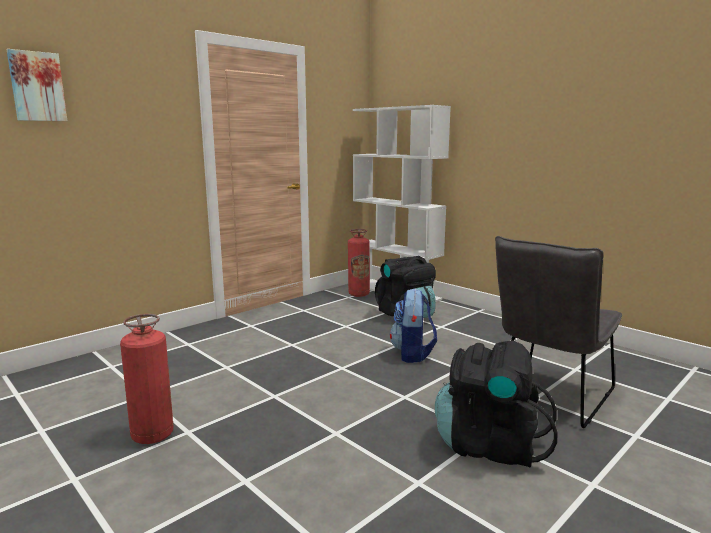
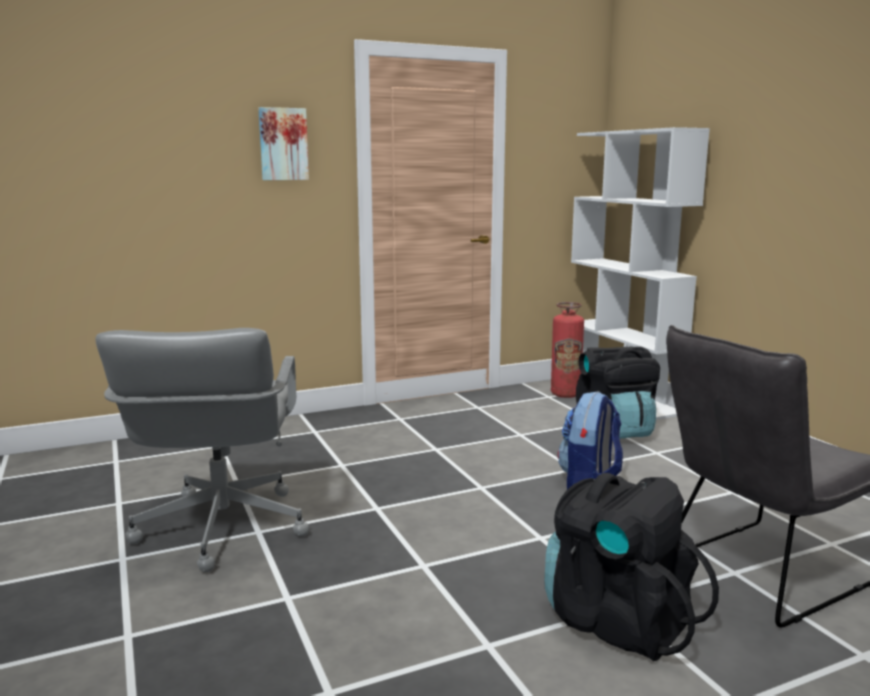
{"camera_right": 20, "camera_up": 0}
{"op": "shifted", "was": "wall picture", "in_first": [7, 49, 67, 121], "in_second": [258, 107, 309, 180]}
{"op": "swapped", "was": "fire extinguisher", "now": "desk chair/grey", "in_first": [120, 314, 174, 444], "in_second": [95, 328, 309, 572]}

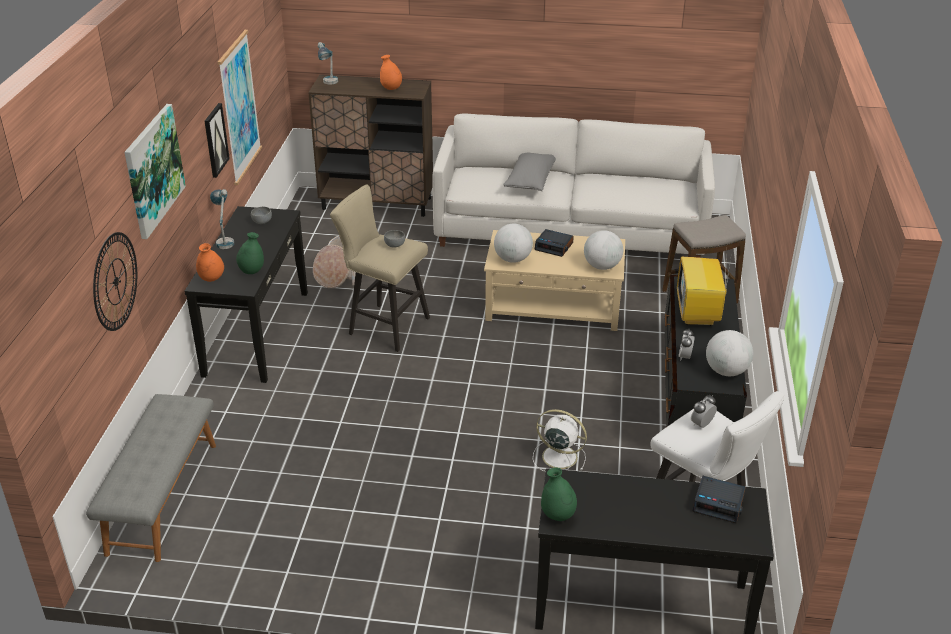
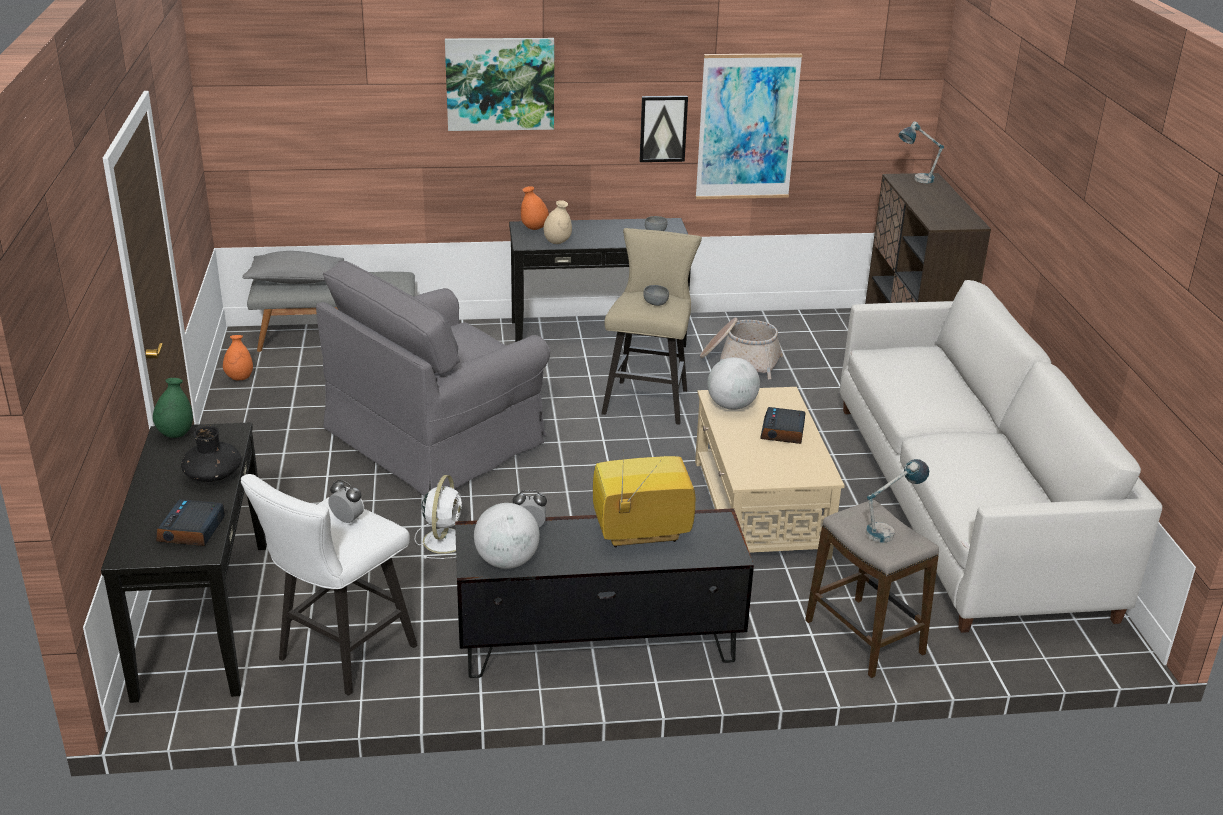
{"camera_right": 75, "camera_up": -5}
{"op": "shifted", "was": "flower vase/orange-coloured", "in_first": [380, 55, 402, 90], "in_second": [223, 335, 253, 380]}
{"op": "shifted", "was": "throw pillow/grey", "in_first": [503, 153, 556, 191], "in_second": [242, 251, 344, 284]}
{"op": "shifted", "was": "tabletop lamp", "in_first": [210, 189, 234, 249], "in_second": [866, 459, 929, 543]}
{"op": "gone", "was": "world globe", "in_first": [584, 230, 623, 270]}
{"op": "gone", "was": "wall clock", "in_first": [93, 232, 137, 331]}
{"op": "repainted", "was": "flower vase/green", "now": "flower vase/beige", "in_first": [236, 232, 264, 274], "in_second": [544, 200, 572, 244]}
{"op": "new", "now": "armchair/grey", "in_second": [316, 260, 550, 496]}
{"op": "new", "now": "flower vase/black-coloured", "in_second": [181, 426, 242, 482]}

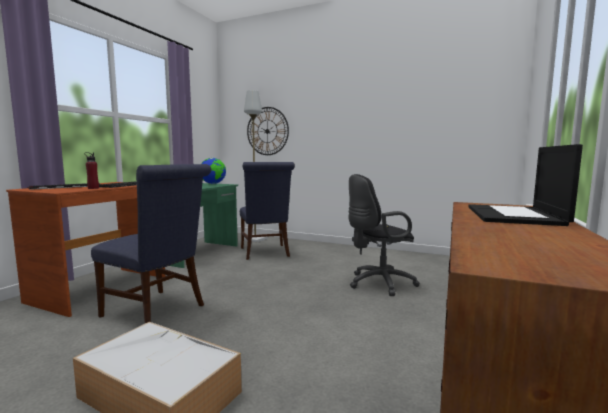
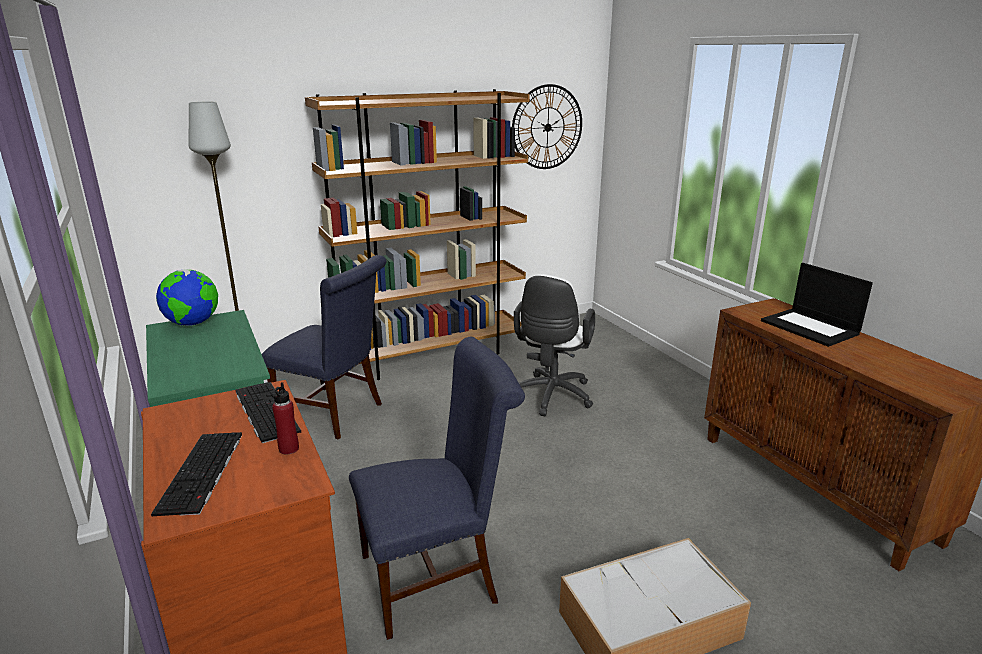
{"camera_right": -50, "camera_up": 15}
{"op": "shifted", "was": "wall clock", "in_first": [247, 107, 289, 155], "in_second": [512, 84, 582, 169]}
{"op": "repainted", "was": "desk chair/black-coloured", "now": "desk chair/whitish", "in_first": [349, 174, 420, 296], "in_second": [514, 274, 595, 416]}
{"op": "new", "now": "bookcase/brown", "in_second": [305, 89, 530, 380]}

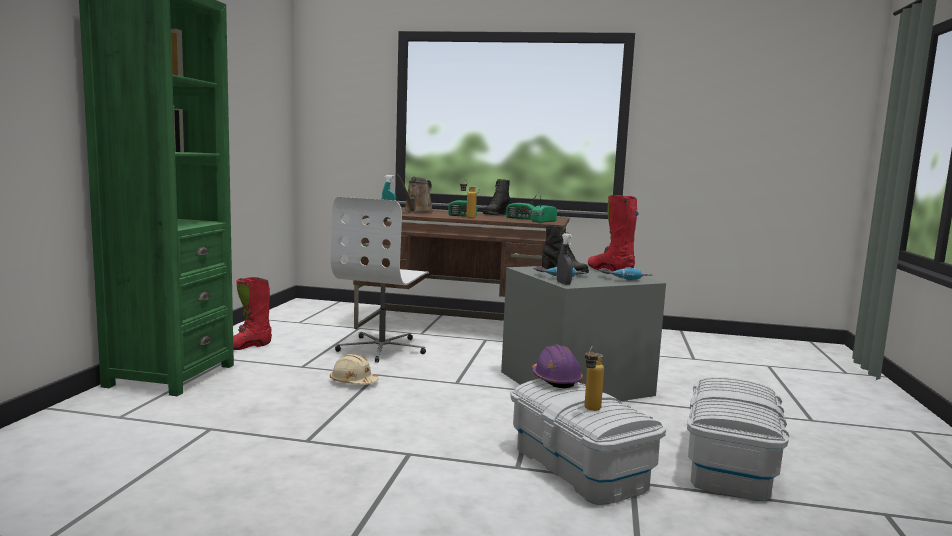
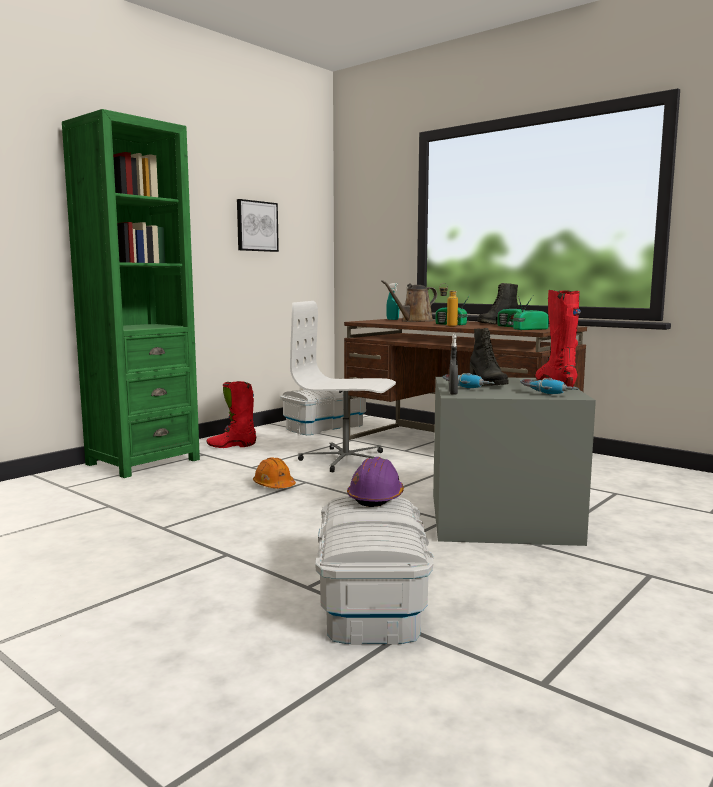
{"camera_right": 30, "camera_up": 0}
{"op": "rotated", "was": "desk chair/whitish", "in_first": [331, 197, 429, 362], "in_second": [290, 301, 396, 472], "clockwise": 60}
{"op": "gone", "was": "beverage bottle", "in_first": [585, 346, 604, 411]}
{"op": "repainted", "was": "work helmet/beige", "now": "work helmet/orange-coloured", "in_first": [330, 354, 379, 385], "in_second": [253, 457, 296, 488]}
{"op": "shifted", "was": "storage bin/whitish", "in_first": [687, 377, 789, 501], "in_second": [280, 389, 366, 435]}
{"op": "new", "now": "wall picture", "in_second": [237, 199, 279, 252]}

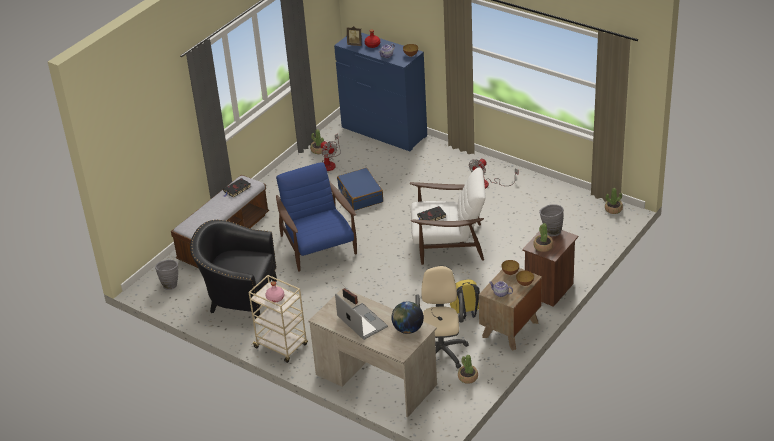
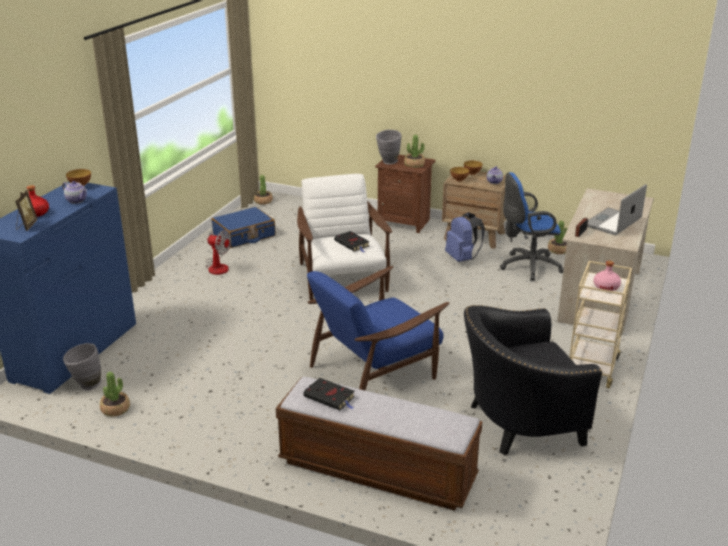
{"camera_right": -105, "camera_up": -10}
{"op": "gone", "was": "cooling fan", "in_first": [320, 134, 341, 171]}
{"op": "shifted", "was": "travel case/bluish", "in_first": [337, 168, 383, 211], "in_second": [212, 207, 276, 248]}
{"op": "rotated", "was": "armchair/black-coloured", "in_first": [190, 219, 277, 319], "in_second": [464, 305, 602, 455], "clockwise": 75}
{"op": "shifted", "was": "flower vase/grey", "in_first": [155, 260, 178, 290], "in_second": [63, 343, 101, 390]}
{"op": "repainted", "was": "desk chair/beige", "now": "desk chair/bluish", "in_first": [416, 266, 469, 368], "in_second": [500, 172, 564, 281]}
{"op": "repainted", "was": "backpack/yellow-coloured", "now": "backpack/bluish", "in_first": [450, 279, 480, 319], "in_second": [445, 212, 485, 262]}
{"op": "gone", "was": "world globe", "in_first": [391, 301, 424, 334]}

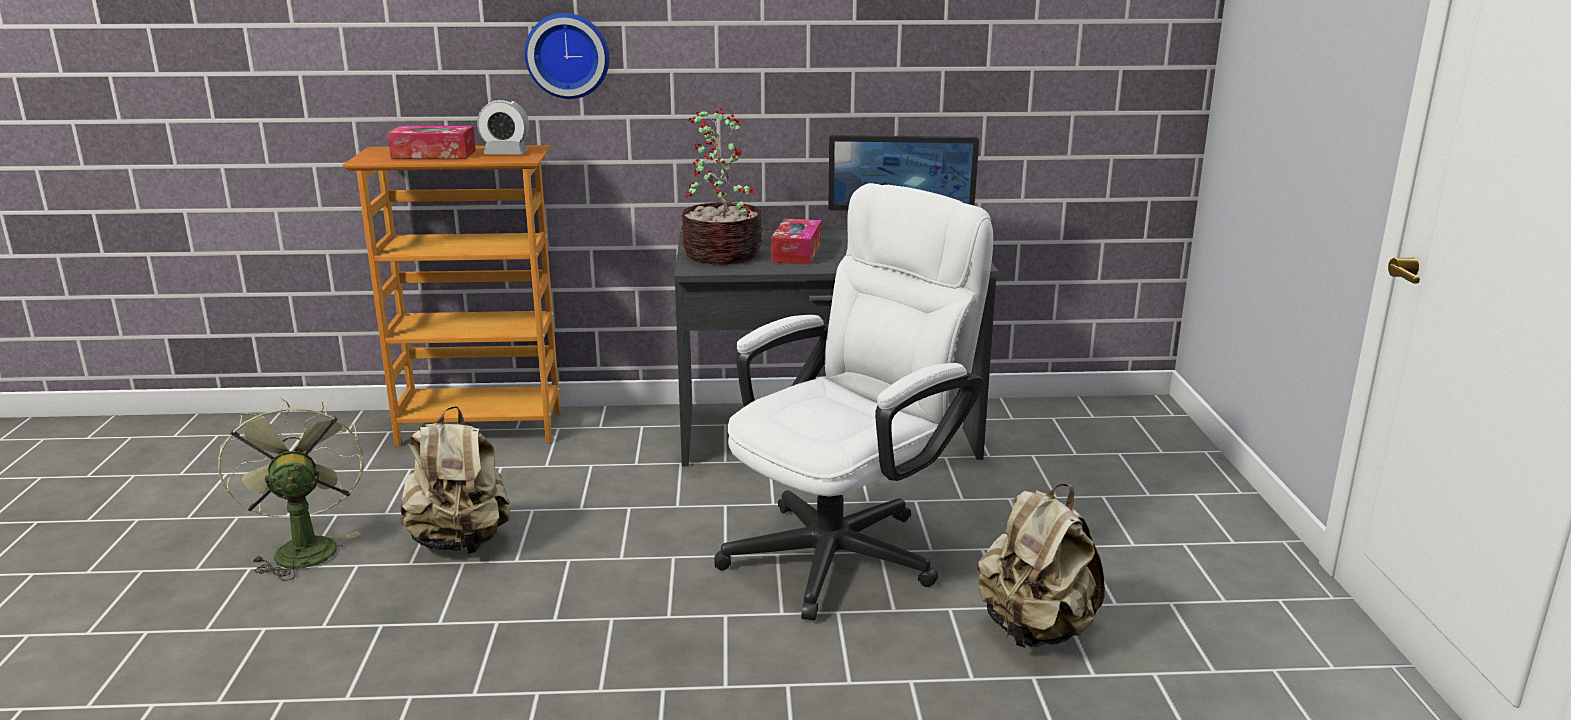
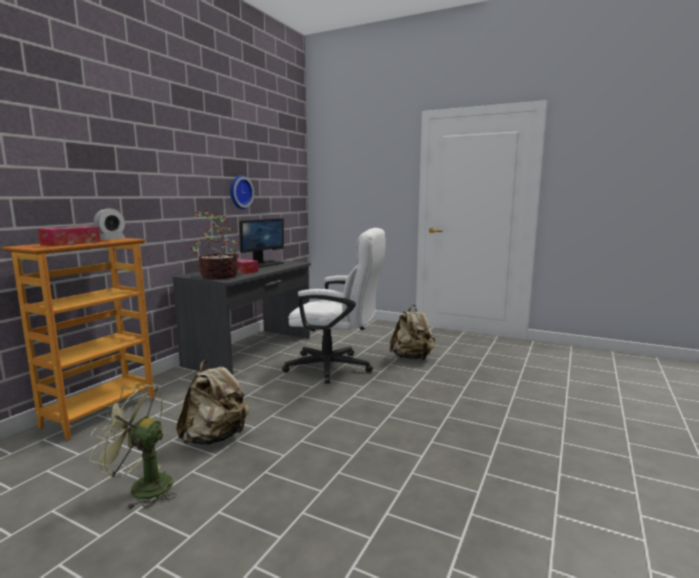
{"camera_right": -60, "camera_up": -10}
{"op": "shifted", "was": "wall clock", "in_first": [525, 13, 609, 99], "in_second": [230, 175, 254, 209]}
{"op": "rotated", "was": "desk chair/whitish", "in_first": [714, 183, 993, 620], "in_second": [282, 228, 386, 384], "clockwise": 120}

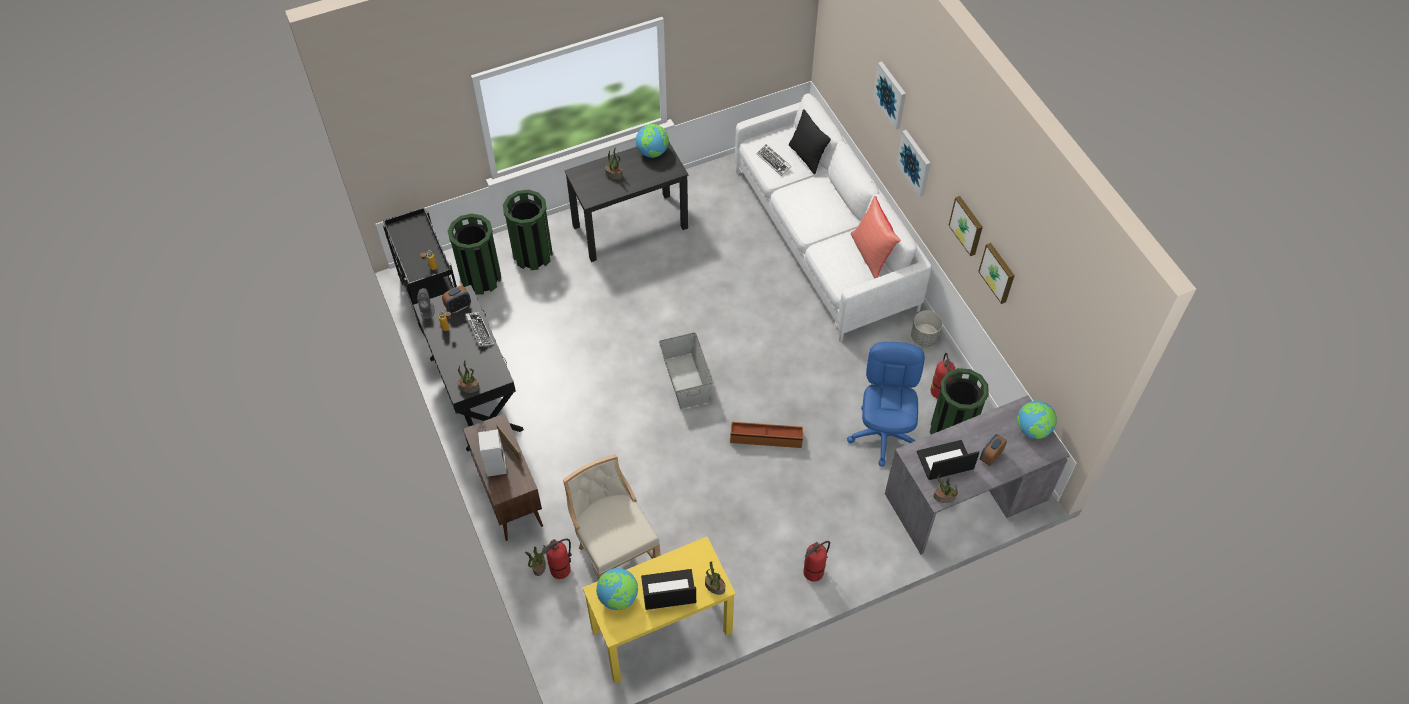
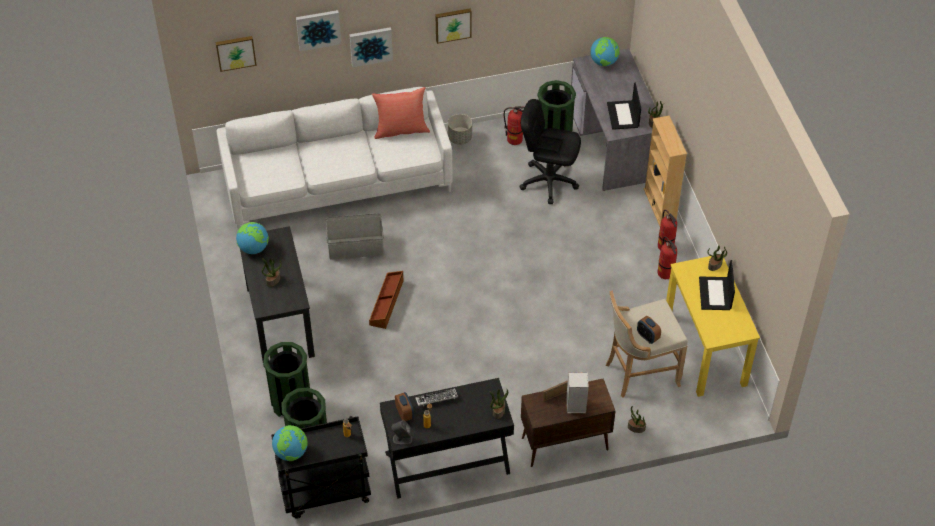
{"camera_right": -80, "camera_up": -5}
{"op": "gone", "was": "throw pillow/black-coloured", "in_first": [789, 109, 831, 174]}
{"op": "gone", "was": "computer keyboard", "in_first": [756, 144, 791, 176]}
{"op": "shifted", "was": "wall picture", "in_first": [978, 243, 1015, 304], "in_second": [216, 36, 257, 72]}
{"op": "shifted", "was": "storage bin/grey", "in_first": [659, 332, 713, 409], "in_second": [326, 213, 384, 260]}
{"op": "repainted", "was": "desk chair/bluish", "now": "desk chair/black-coloured", "in_first": [847, 342, 925, 467], "in_second": [519, 99, 581, 204]}
{"op": "shifted", "was": "storage bin/brown", "in_first": [730, 422, 803, 448], "in_second": [369, 271, 403, 329]}
{"op": "shifted", "was": "bedside clock", "in_first": [980, 434, 1007, 466], "in_second": [637, 316, 661, 344]}
{"op": "shifted", "was": "fire extinguisher", "in_first": [542, 539, 572, 579], "in_second": [657, 236, 677, 279]}
{"op": "shifted", "was": "world globe", "in_first": [596, 568, 638, 610], "in_second": [272, 425, 308, 461]}
{"op": "new", "now": "bookcase/beige", "in_second": [644, 115, 687, 226]}

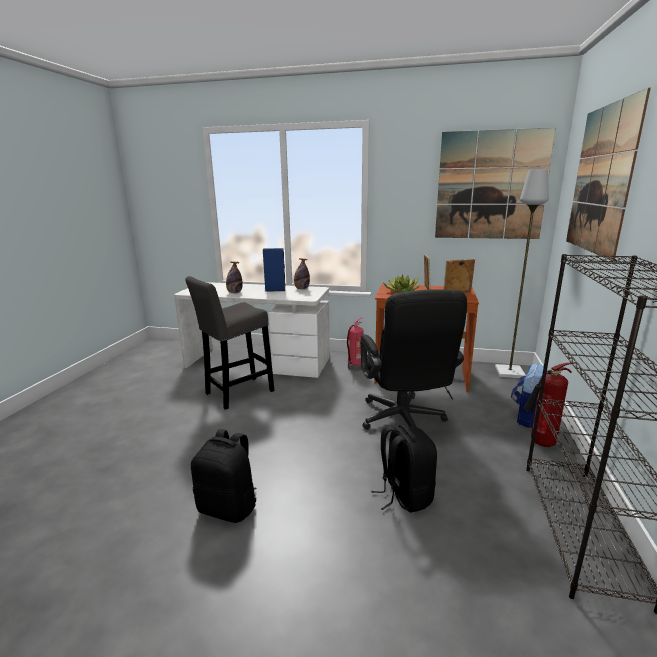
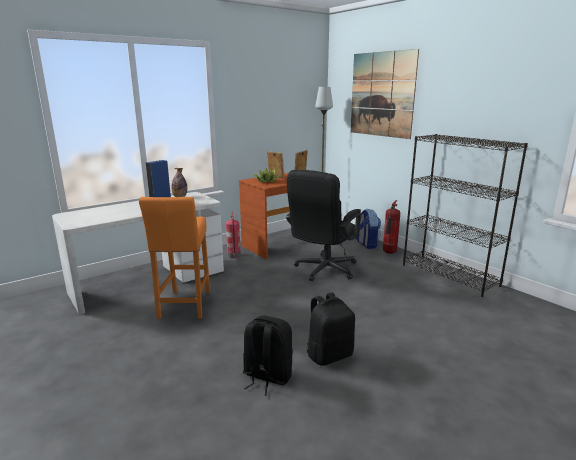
{"camera_right": -50, "camera_up": 0}
{"op": "gone", "was": "wall picture", "in_first": [435, 128, 556, 239]}
{"op": "gone", "was": "beverage bottle", "in_first": [226, 261, 243, 293]}
{"op": "repainted", "was": "sitting stool/grey", "now": "sitting stool/orange-coloured", "in_first": [185, 276, 274, 410], "in_second": [139, 197, 210, 319]}
{"op": "rotated", "was": "desk chair/black-coloured", "in_first": [360, 289, 467, 430], "in_second": [286, 170, 361, 281], "clockwise": 90}
{"op": "shifted", "was": "backpack/black-coloured", "in_first": [371, 425, 437, 513], "in_second": [243, 315, 293, 396]}

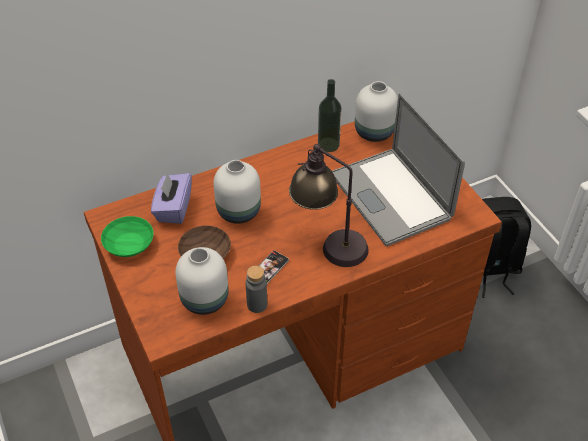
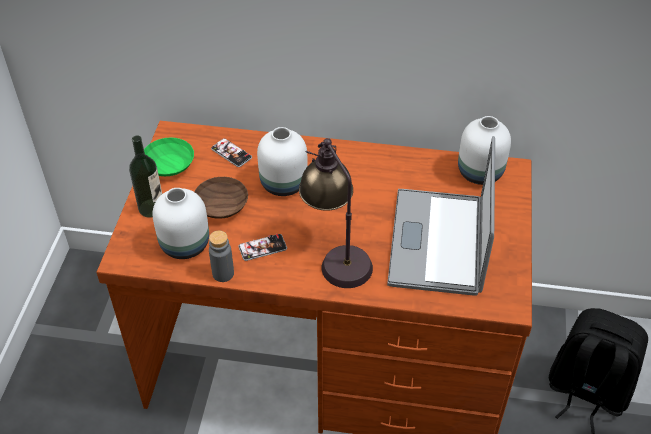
{"camera_right": 35, "camera_up": 0}
{"op": "shifted", "was": "beverage bottle", "in_first": [318, 79, 342, 152], "in_second": [129, 135, 162, 218]}
{"op": "swapped", "was": "box of tissues/purplish", "now": "phone", "in_first": [151, 173, 192, 224], "in_second": [211, 138, 252, 167]}

